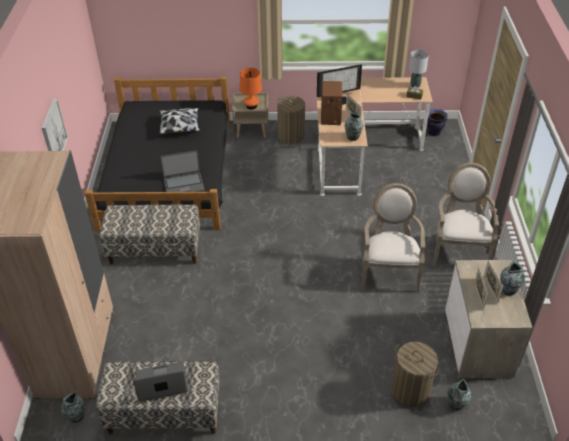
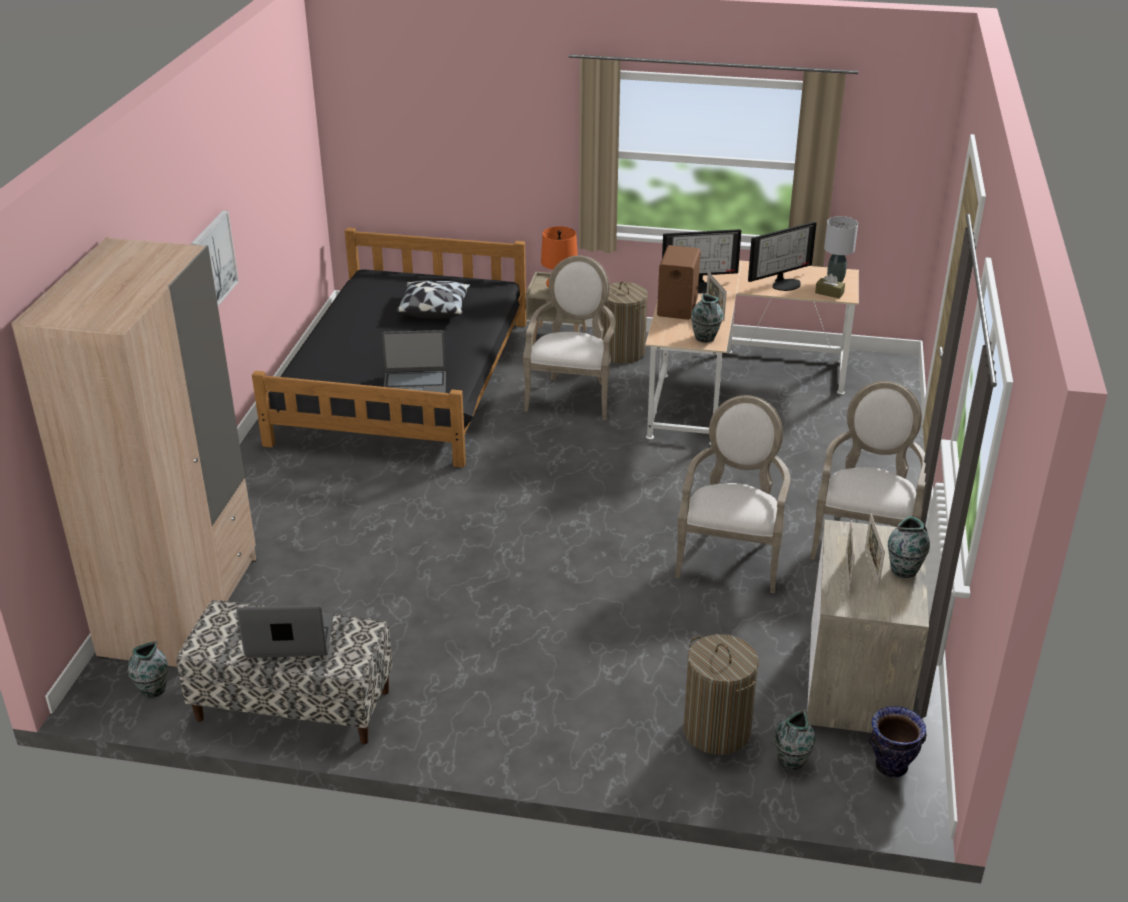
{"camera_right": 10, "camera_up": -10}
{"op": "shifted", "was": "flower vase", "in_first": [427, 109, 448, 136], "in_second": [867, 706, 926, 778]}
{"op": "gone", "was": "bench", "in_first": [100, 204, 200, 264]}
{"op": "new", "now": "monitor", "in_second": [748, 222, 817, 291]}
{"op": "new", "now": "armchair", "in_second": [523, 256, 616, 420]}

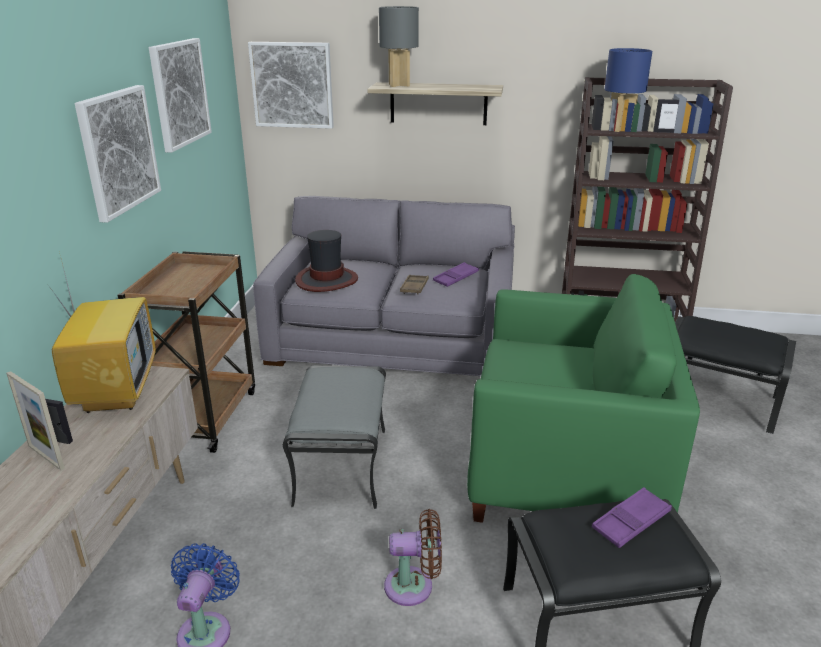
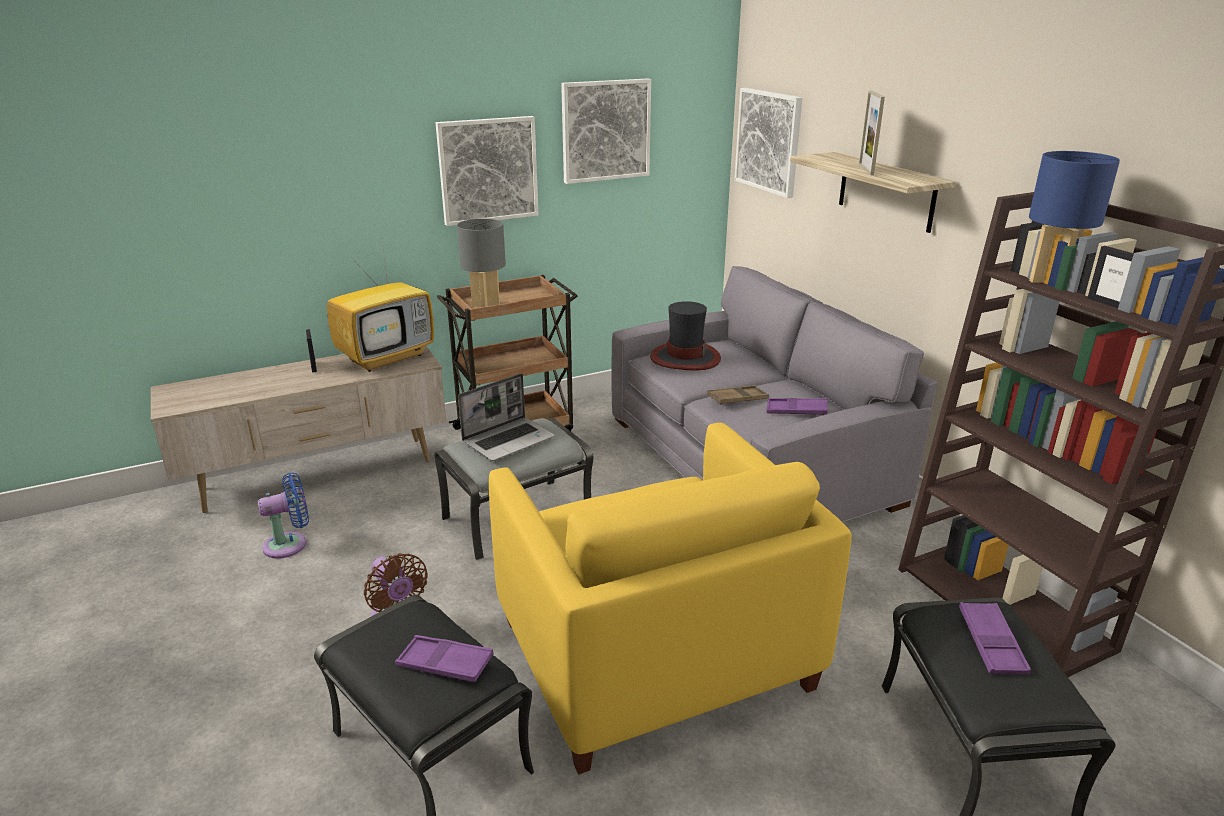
{"camera_right": 55, "camera_up": 0}
{"op": "shifted", "was": "tabletop lamp/grey", "in_first": [379, 6, 419, 87], "in_second": [457, 219, 506, 307]}
{"op": "repainted", "was": "armchair/green", "now": "armchair/yellow-coloured", "in_first": [467, 274, 700, 523], "in_second": [489, 423, 851, 775]}
{"op": "shifted", "was": "picture frame", "in_first": [6, 371, 65, 470], "in_second": [859, 90, 885, 175]}
{"op": "new", "now": "portable computer", "in_second": [458, 373, 555, 461]}
{"op": "new", "now": "tray/purplish", "in_second": [959, 602, 1031, 675]}

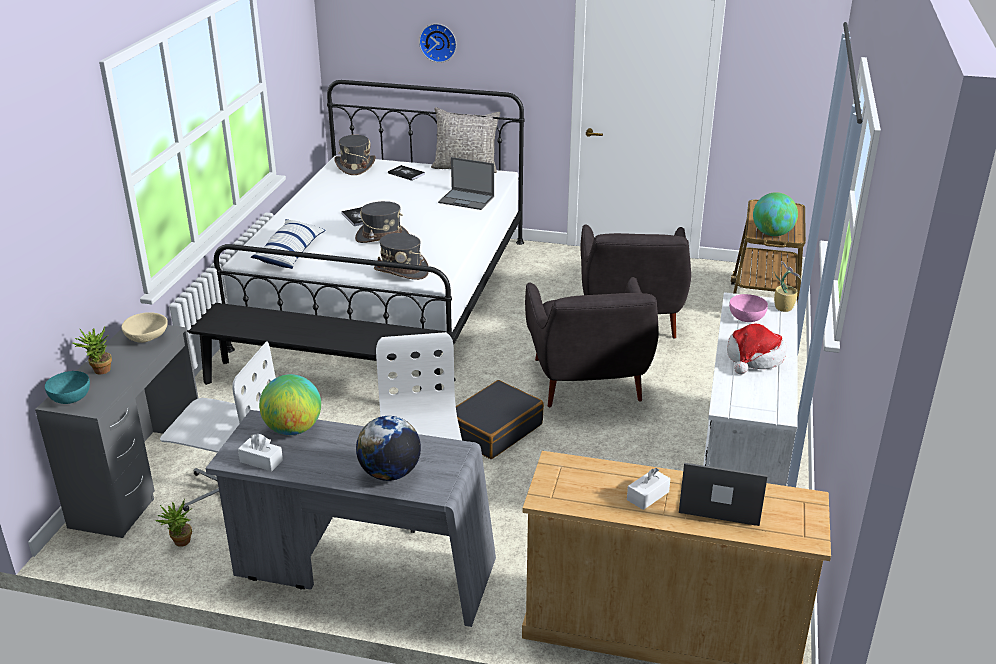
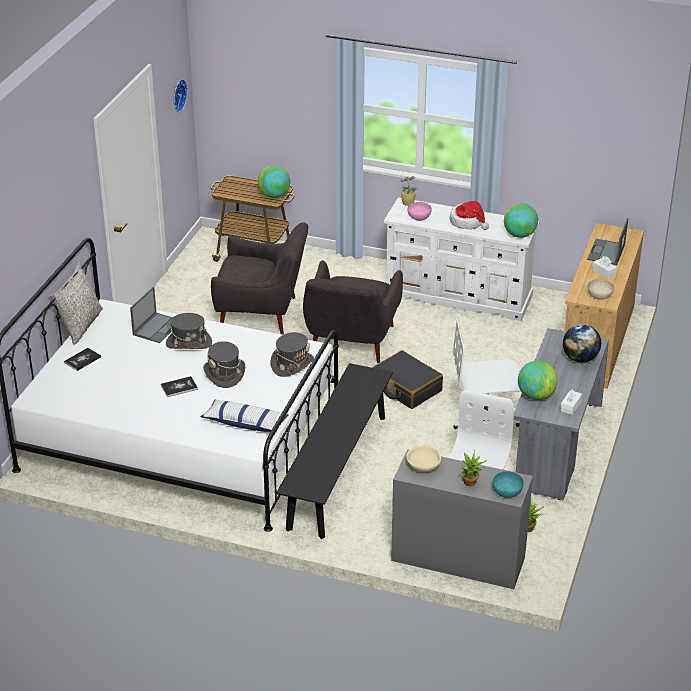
{"camera_right": -85, "camera_up": 5}
{"op": "shifted", "was": "wall clock", "in_first": [419, 24, 457, 63], "in_second": [174, 79, 188, 112]}
{"op": "shifted", "was": "hat/grey", "in_first": [334, 135, 376, 175], "in_second": [166, 313, 212, 349]}
{"op": "rotated", "was": "armchair/grey", "in_first": [525, 277, 659, 407], "in_second": [303, 260, 403, 363], "clockwise": 105}
{"op": "new", "now": "world globe", "in_second": [504, 203, 538, 238]}
{"op": "new", "now": "bowl/beige", "in_second": [587, 279, 614, 300]}

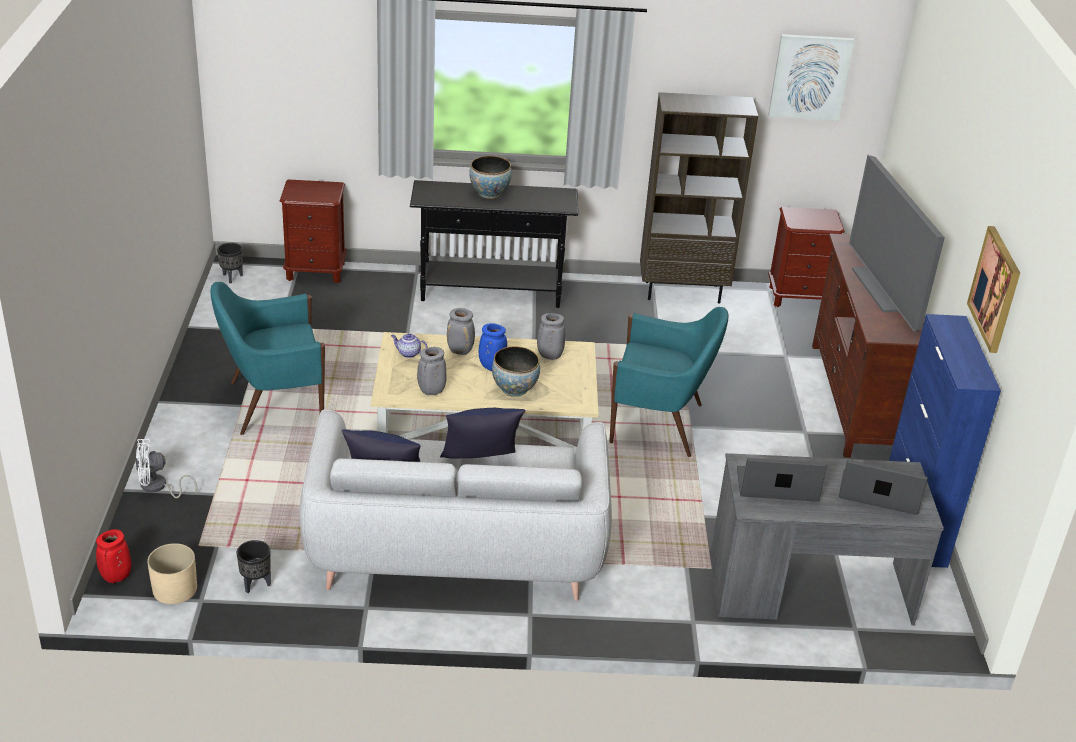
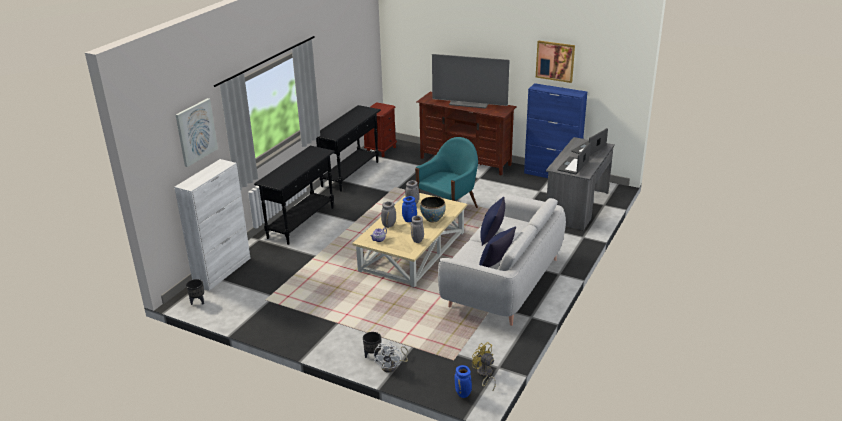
{"camera_right": -60, "camera_up": -5}
{"op": "shifted", "was": "wall picture", "in_first": [768, 34, 855, 121], "in_second": [176, 98, 218, 167]}
{"op": "swapped", "was": "bookcase/brown", "now": "narrow table/black-coloured", "in_first": [640, 92, 758, 304], "in_second": [316, 105, 381, 192]}
{"op": "gone", "was": "bowl", "in_first": [469, 156, 512, 199]}
{"op": "swapped", "was": "bedside table/brown", "now": "cupboard/whitish", "in_first": [280, 180, 347, 283], "in_second": [174, 159, 250, 291]}
{"op": "gone", "was": "armchair/turquoise-coloured", "in_first": [210, 282, 325, 435]}
{"op": "repainted", "was": "flower vase/reddish", "now": "flower vase/bluish", "in_first": [96, 529, 131, 583], "in_second": [454, 365, 472, 398]}
{"op": "shifted", "was": "plant pot/black-coloured", "in_first": [236, 540, 271, 593], "in_second": [363, 332, 381, 361]}
{"op": "swapped", "was": "plant pot/beige", "now": "cooling fan/yellow-coloured", "in_first": [147, 543, 197, 604], "in_second": [472, 342, 496, 390]}

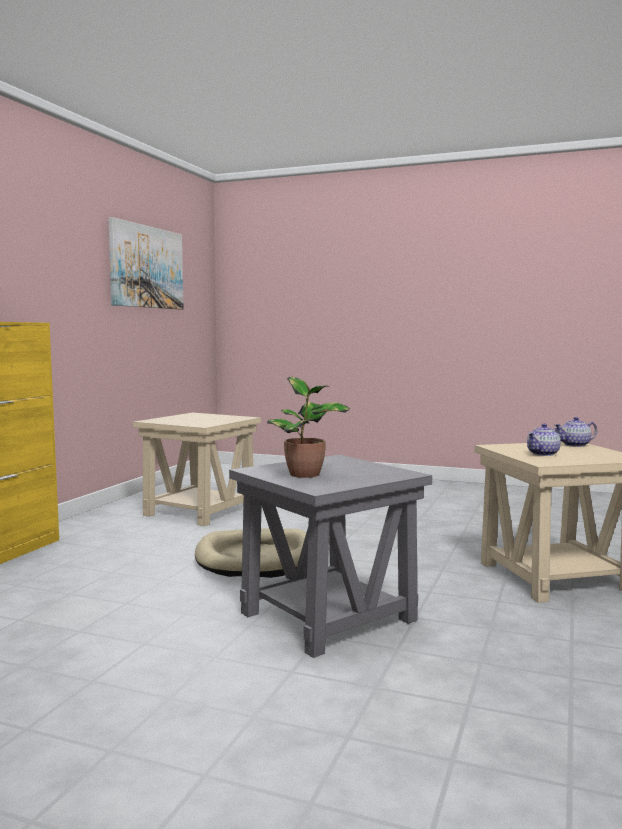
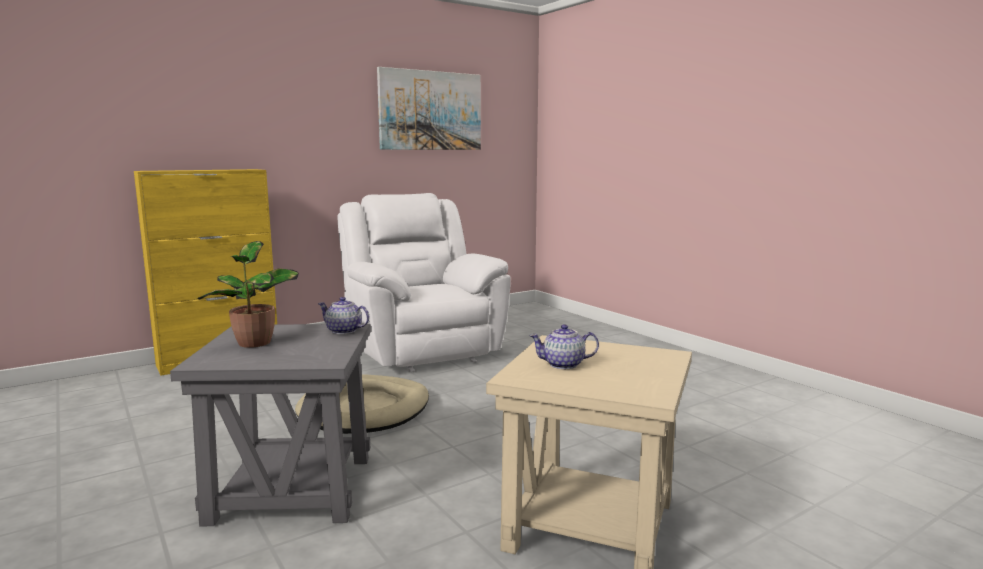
{"camera_right": 35, "camera_up": 5}
{"op": "swapped", "was": "end table/beige", "now": "armchair/whitish", "in_first": [133, 413, 261, 526], "in_second": [337, 193, 511, 372]}
{"op": "shifted", "was": "teapot", "in_first": [554, 417, 597, 447], "in_second": [318, 297, 369, 334]}

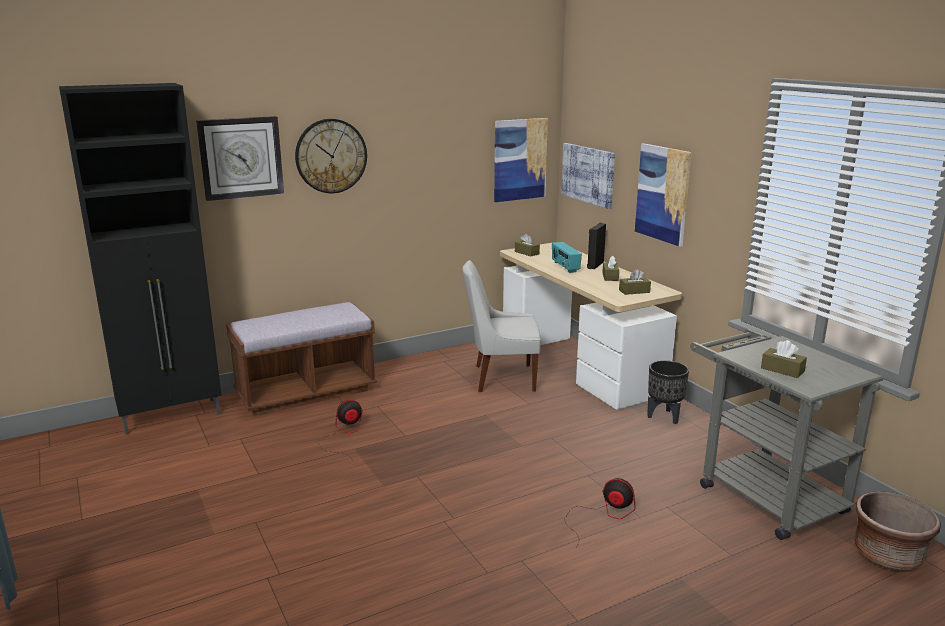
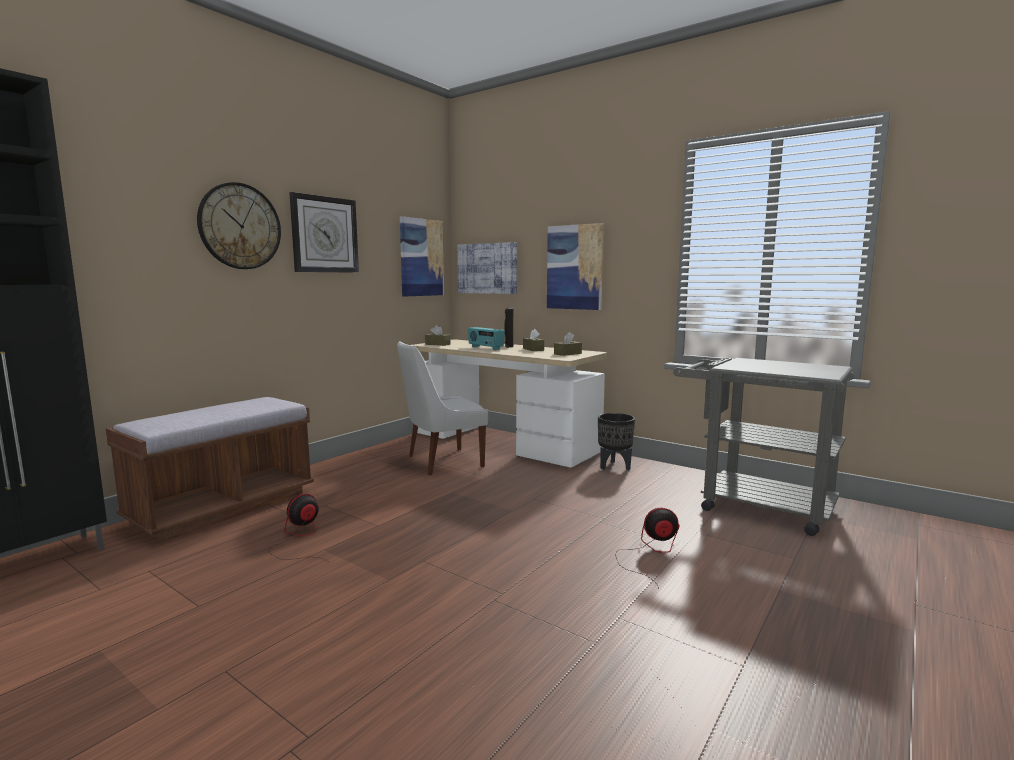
{"camera_right": -25, "camera_up": -10}
{"op": "shifted", "was": "wall clock", "in_first": [196, 116, 284, 201], "in_second": [289, 192, 359, 273]}
{"op": "gone", "was": "box of tissues/brown", "in_first": [761, 340, 807, 378]}
{"op": "gone", "was": "plant pot/brown", "in_first": [854, 491, 941, 571]}

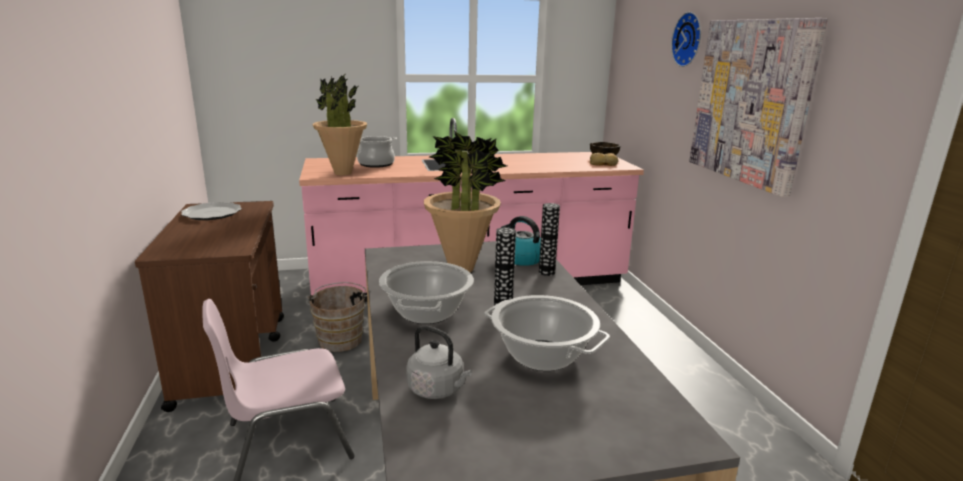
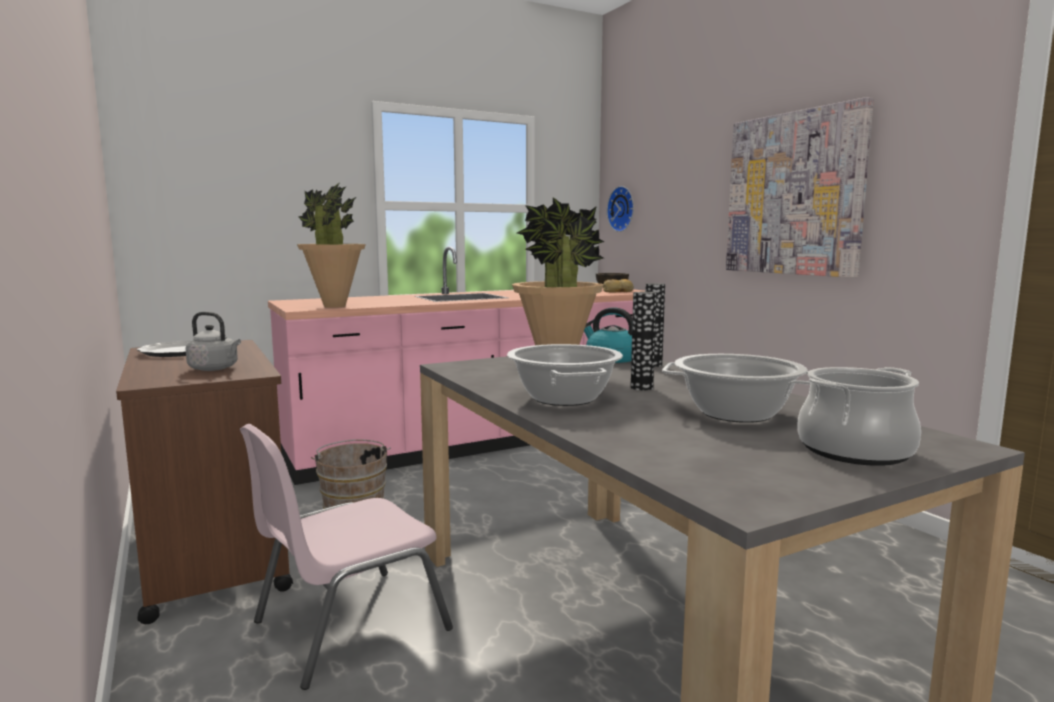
{"camera_right": -15, "camera_up": -10}
{"op": "shifted", "was": "wall clock", "in_first": [671, 12, 701, 67], "in_second": [607, 186, 634, 232]}
{"op": "shifted", "was": "stockpot", "in_first": [357, 136, 397, 168], "in_second": [797, 367, 921, 466]}
{"op": "shifted", "was": "tea kettle/grey", "in_first": [406, 325, 472, 399], "in_second": [185, 312, 241, 371]}

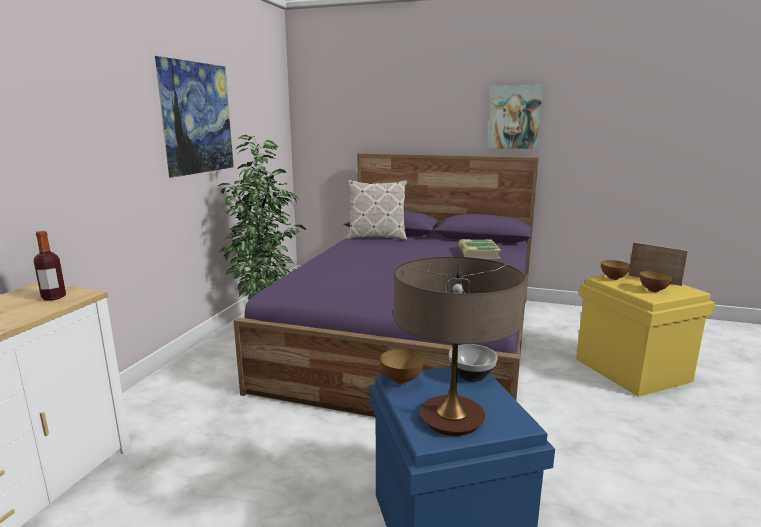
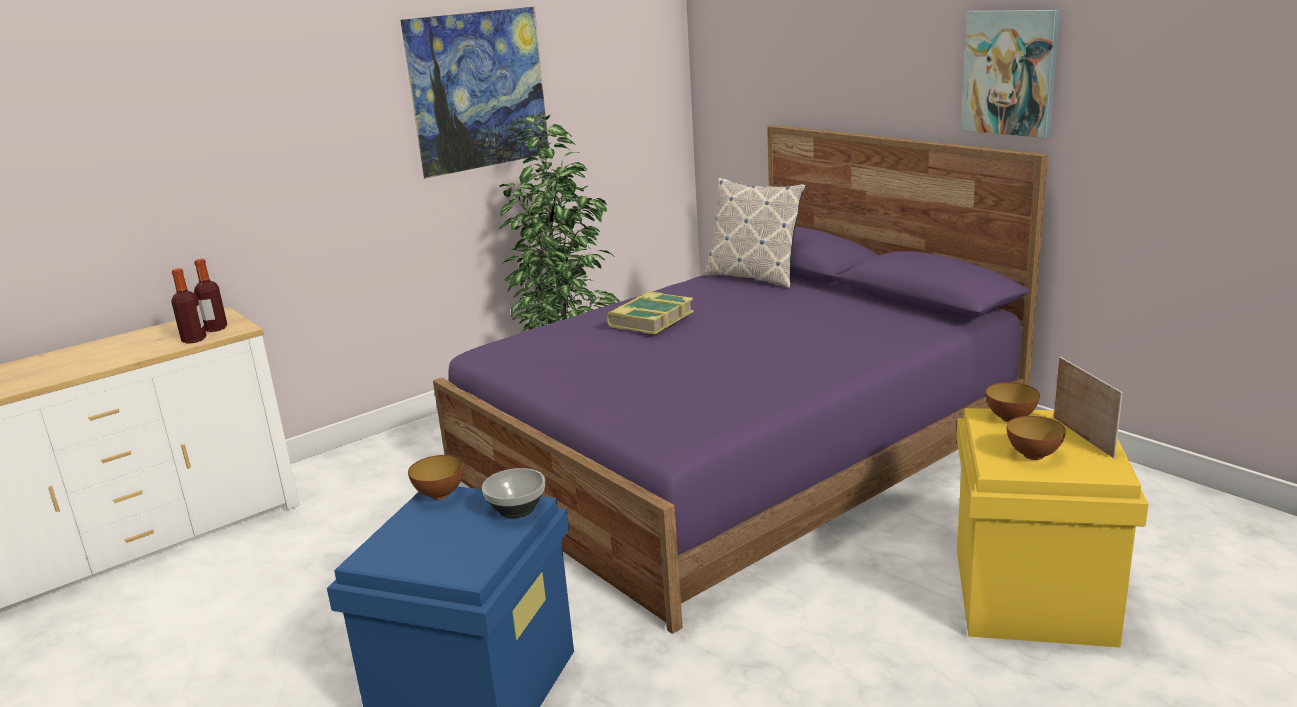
{"camera_right": 35, "camera_up": 5}
{"op": "shifted", "was": "bound book", "in_first": [458, 239, 501, 259], "in_second": [606, 291, 694, 334]}
{"op": "gone", "was": "tabletop lamp", "in_first": [393, 257, 526, 436]}
{"op": "new", "now": "beverage bottle", "in_second": [171, 268, 207, 344]}

